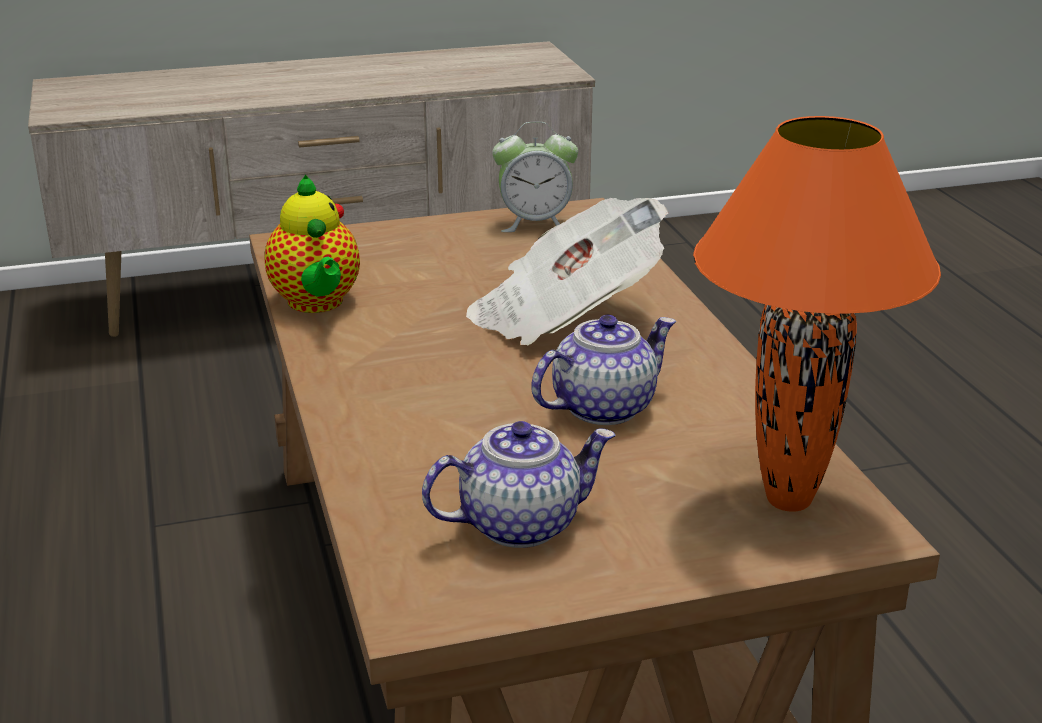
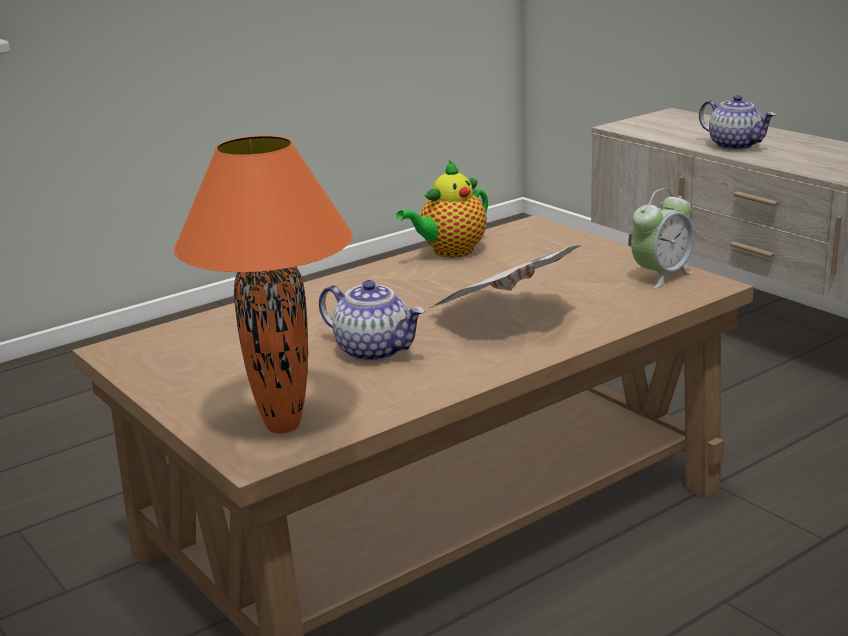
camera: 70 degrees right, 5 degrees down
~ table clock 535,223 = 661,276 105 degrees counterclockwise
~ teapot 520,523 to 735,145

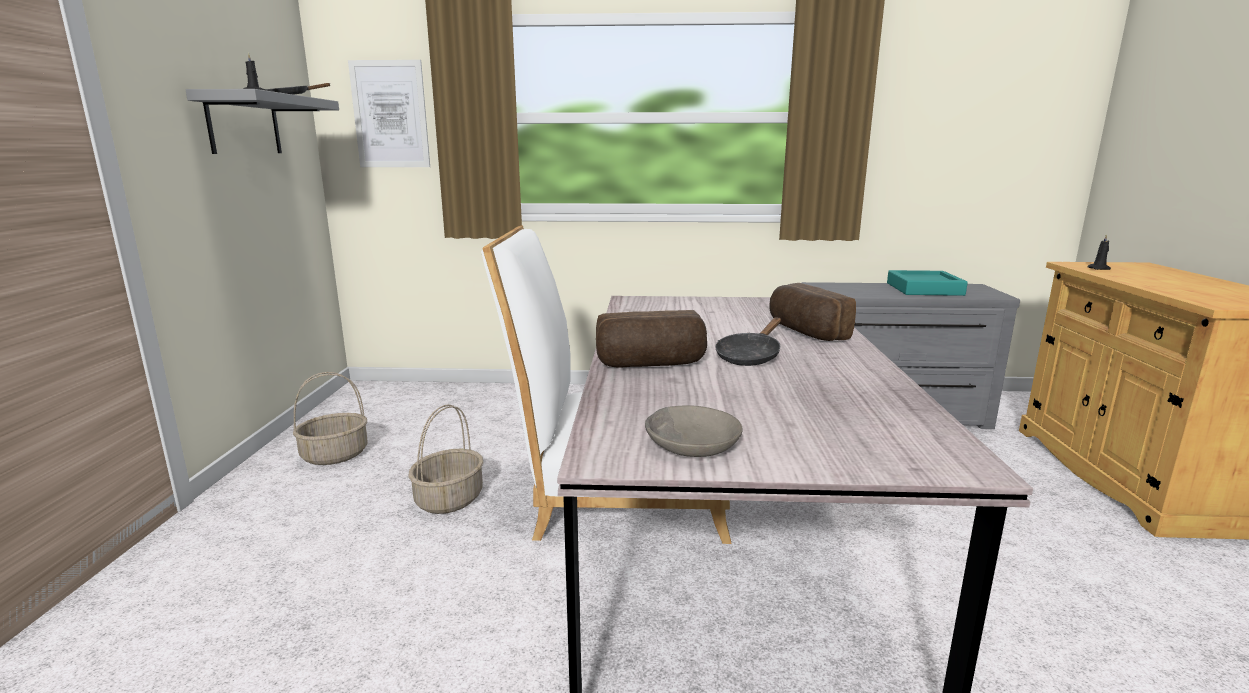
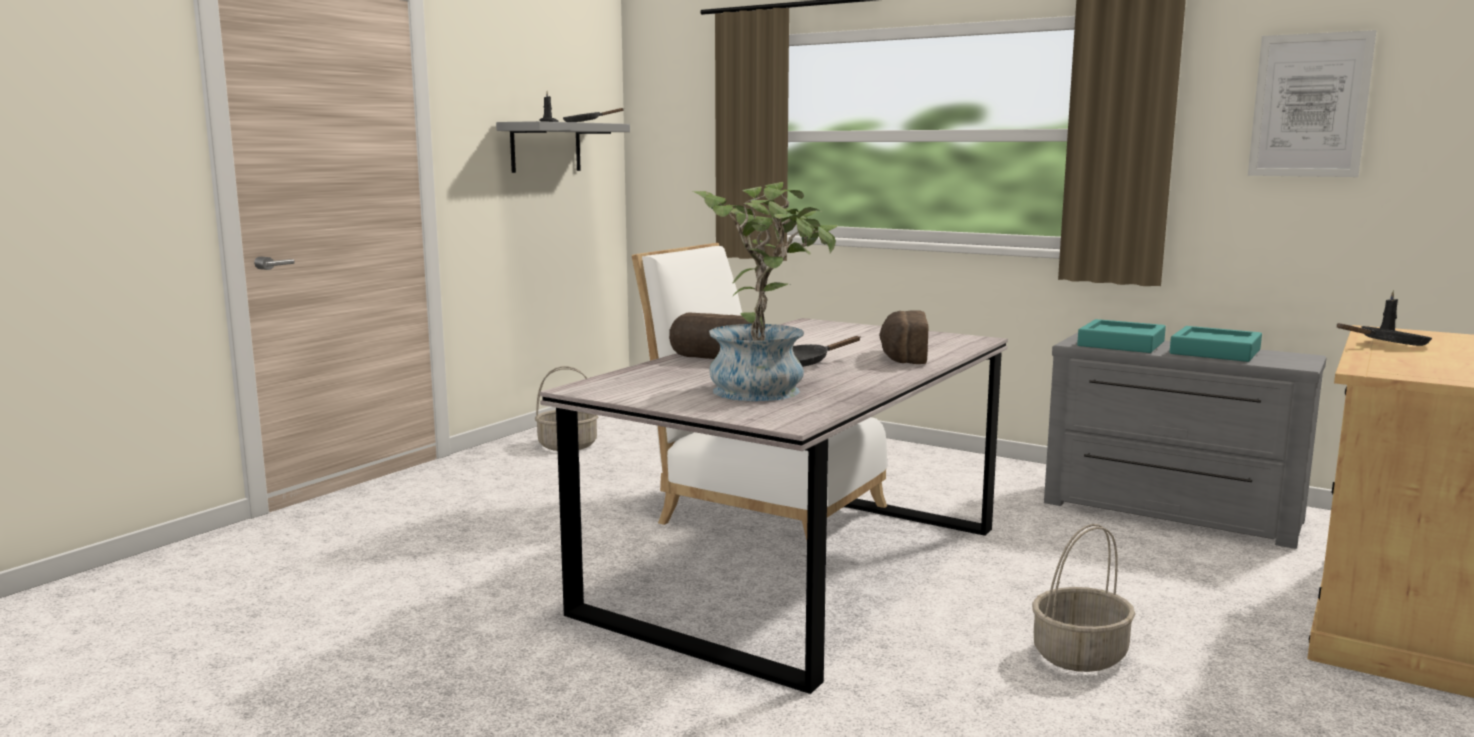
camera: 30 degrees right, 5 degrees down
+ potted plant 766,388
~ storage basket 449,499 to 1079,655
+ turquoise carrying tray 1121,344
~ wall picture 390,114 to 1309,105
+ black-coloured pan 1388,345
- gray serving bowl 691,444

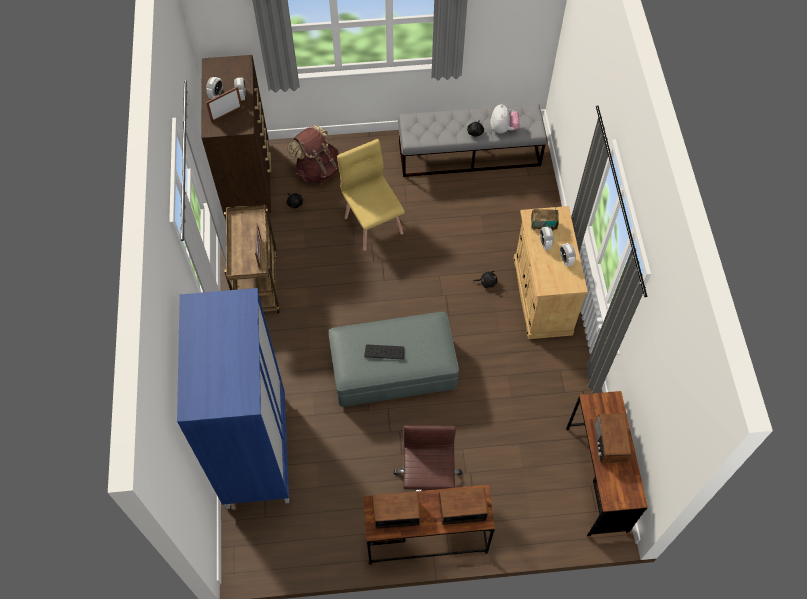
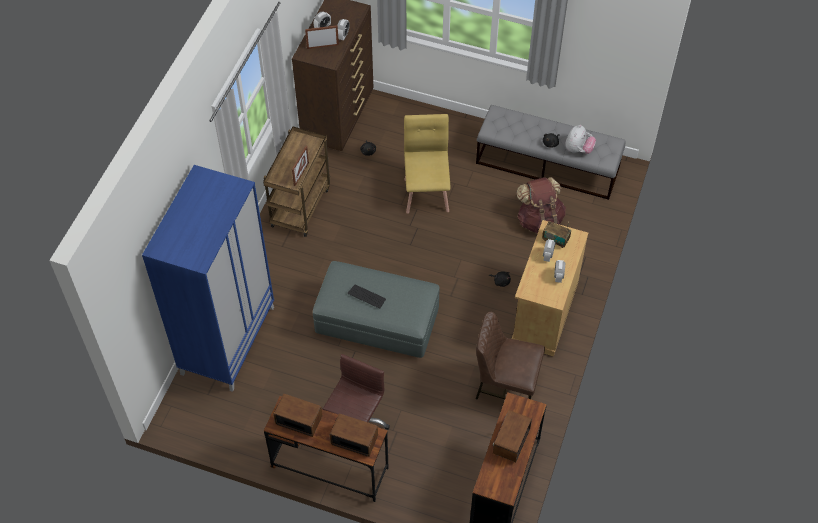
camera: 25 degrees right, 5 degrees down
+ brownish upright chair 505,385
~ brownish rucksack 317,170 to 539,220

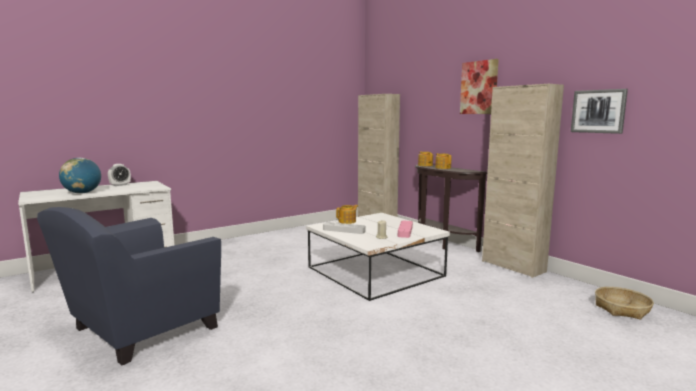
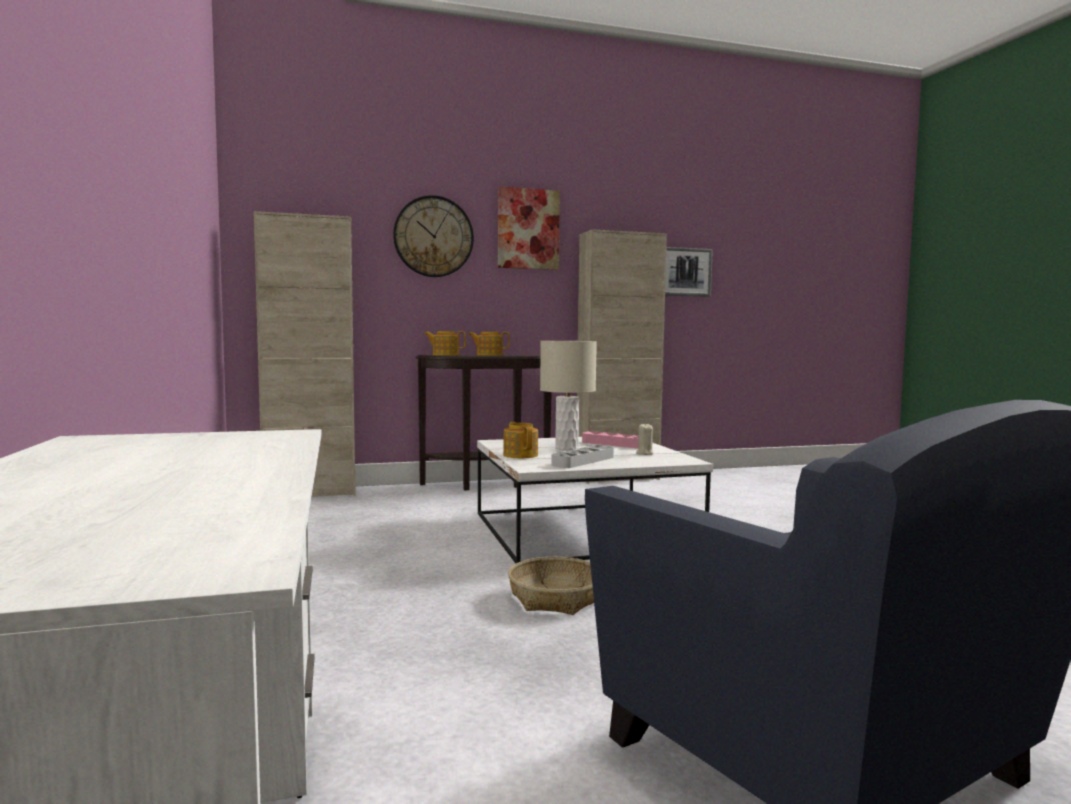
camera: 70 degrees left, 5 degrees down
+ clock on the wall 433,236
~ storage basket 622,309 to 556,598
+ beige table lamp 566,448
- desk globe 82,193
- table clock 120,185

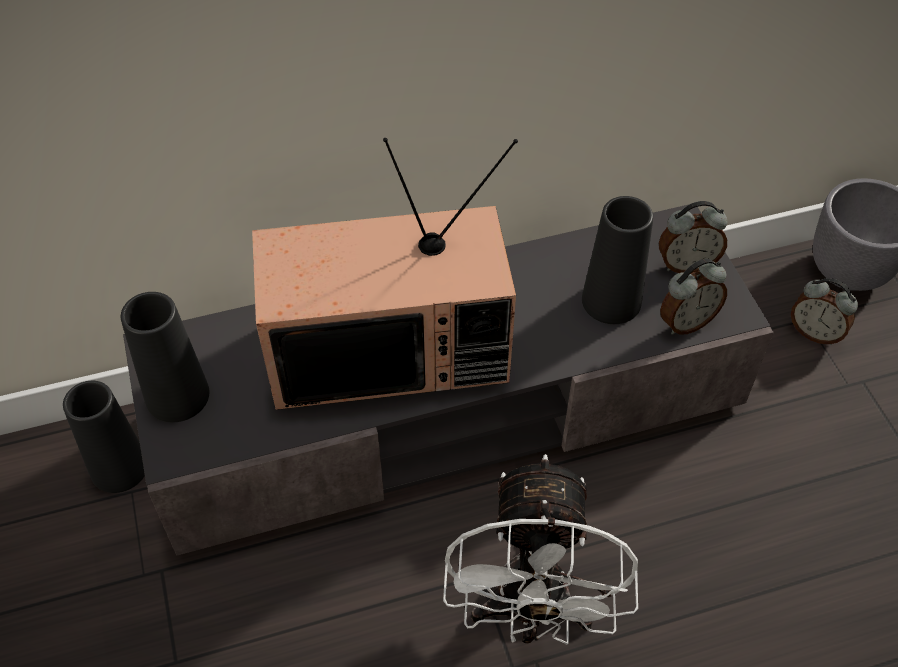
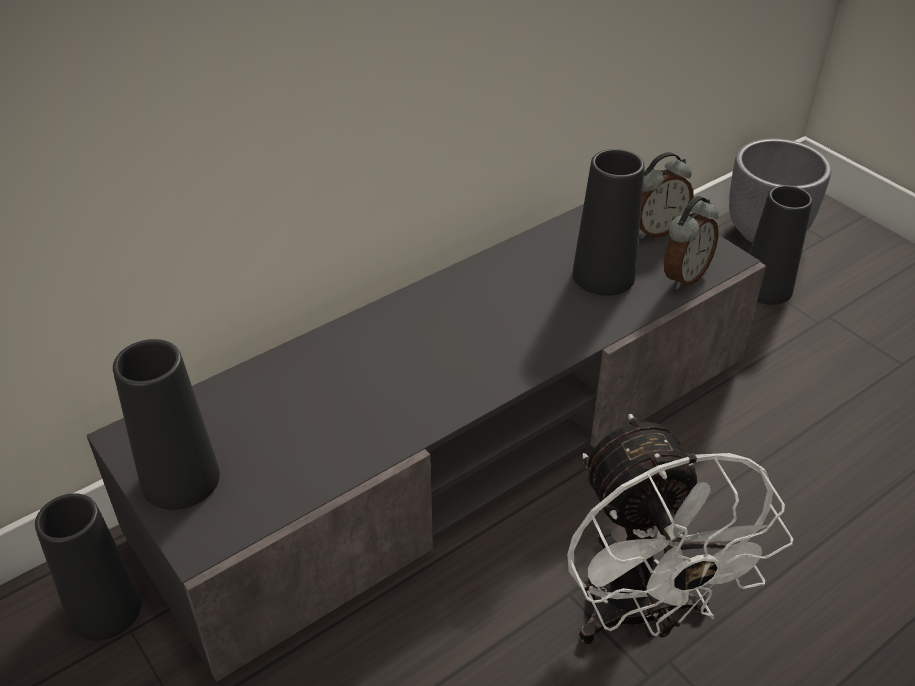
camera: 20 degrees left, 10 degrees down
~ table clock 815,333 to black-coloured flower vase 766,288
- TV 390,347

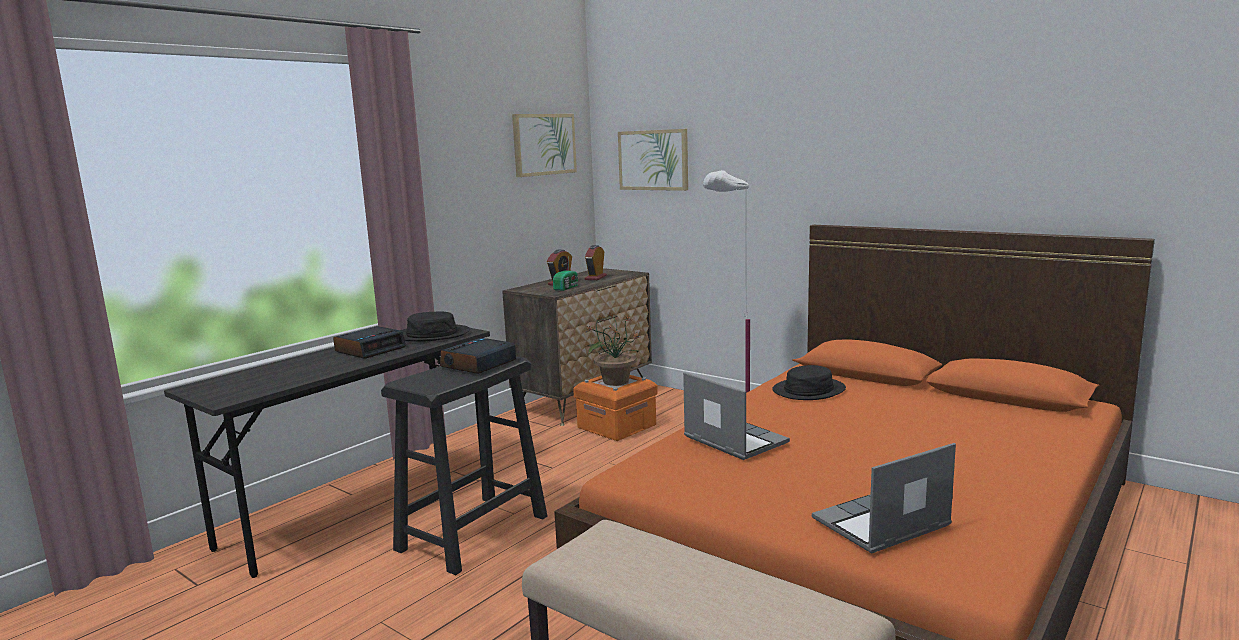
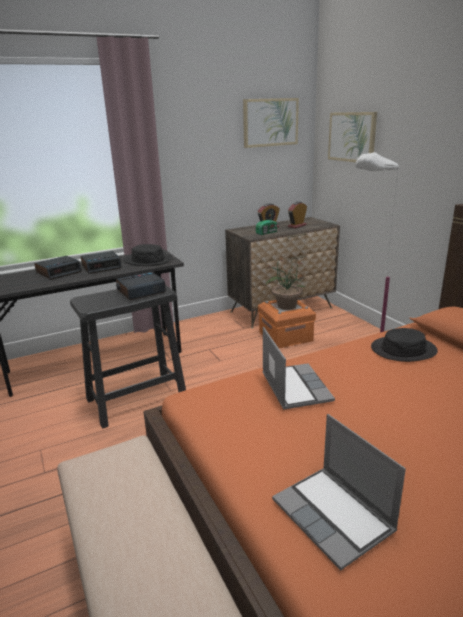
camera: 25 degrees right, 10 degrees up
+ table clock 59,272
~ notebook computer 881,524 = 334,516 120 degrees counterclockwise

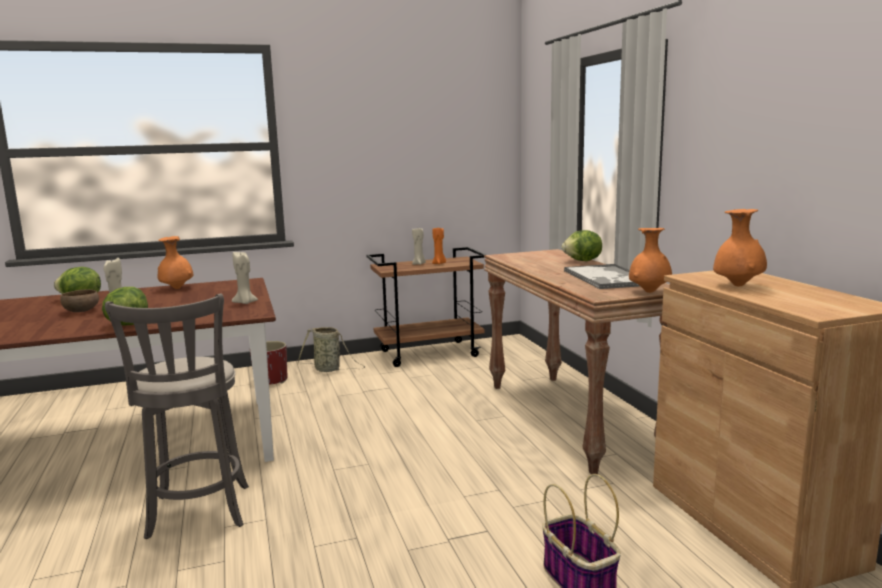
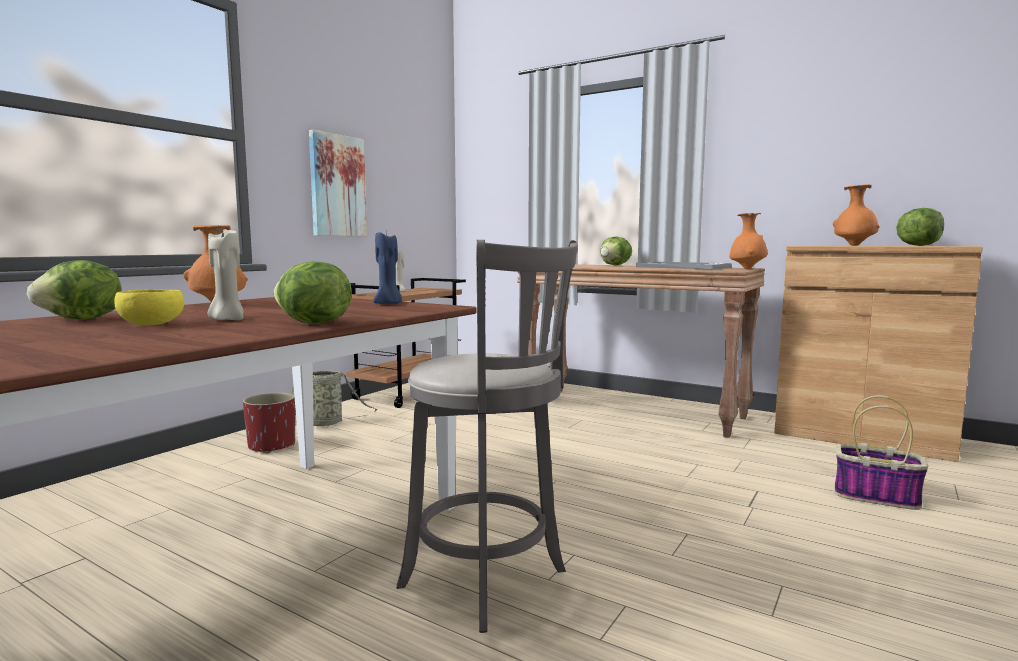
camera: 40 degrees left, 5 degrees down
~ brownish serving bowl 82,311 to yellow-coloured serving bowl 151,324
+ wall picture 337,186
~ beige candle 245,303 to blue candle 388,304
+ head of lettuce 918,245
- orange candle 439,263

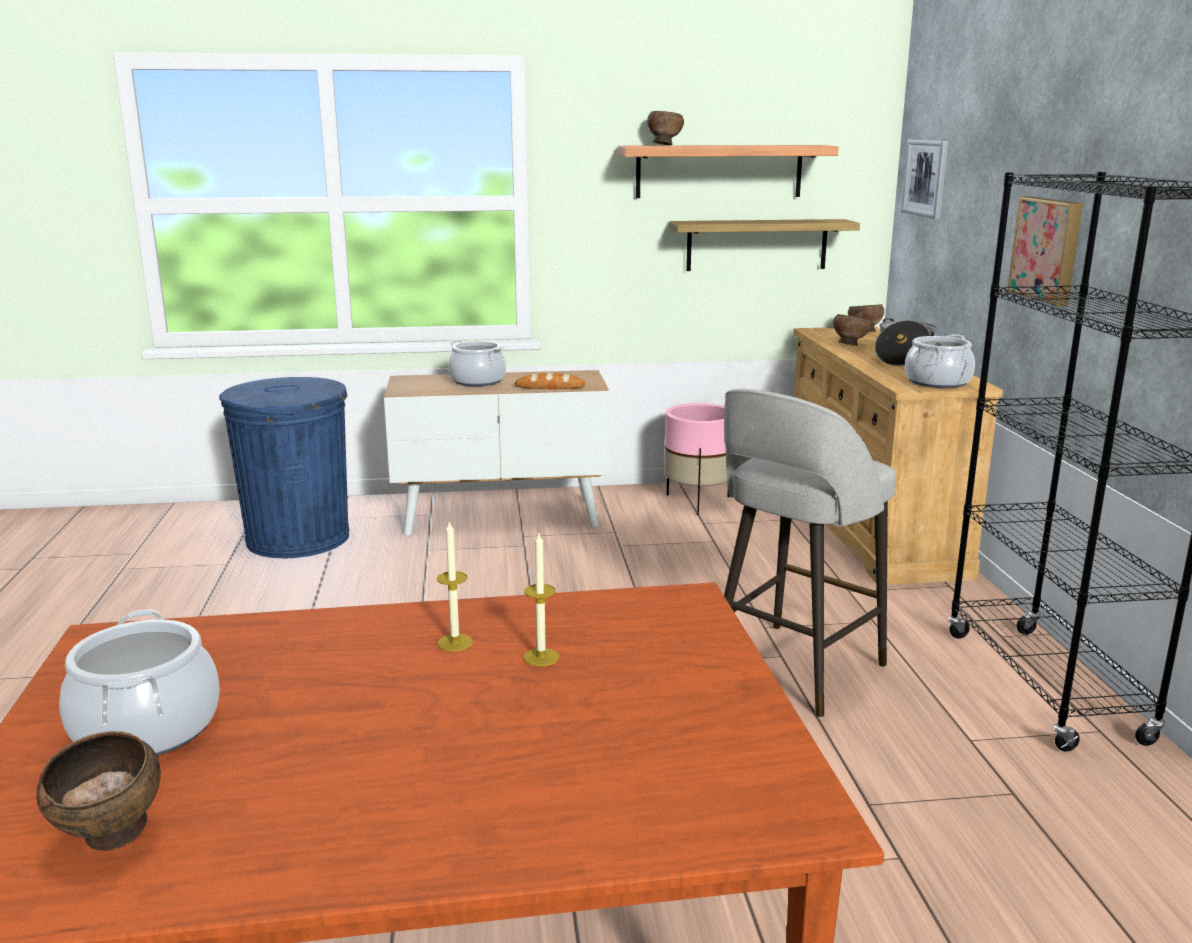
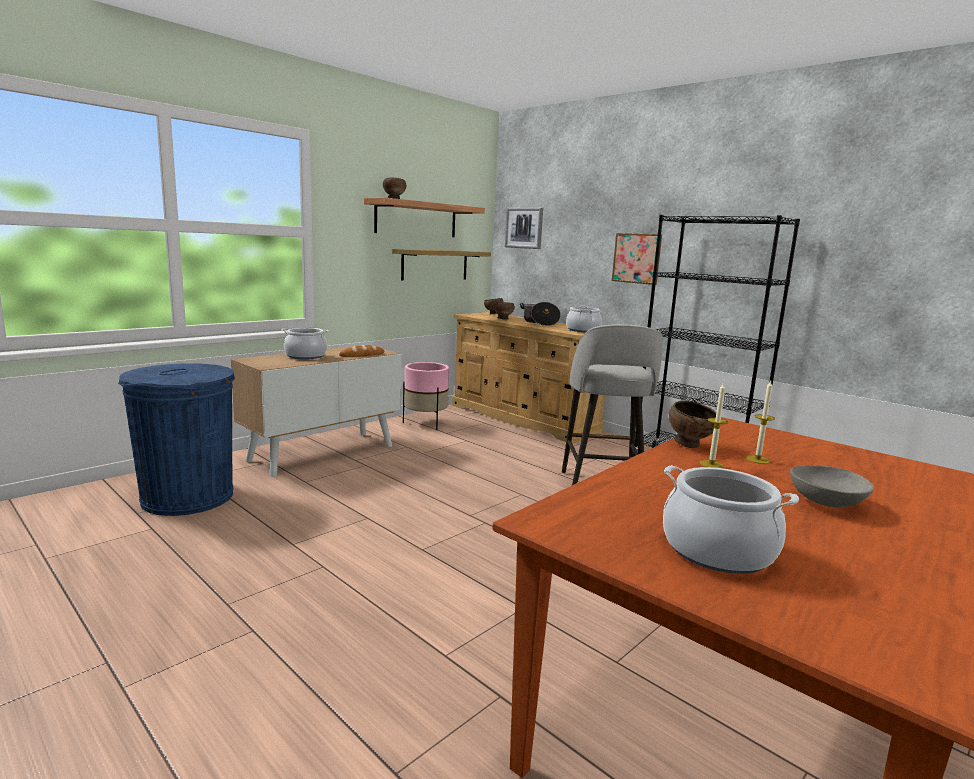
camera: 40 degrees left, 5 degrees down
~ brownish serving bowl 112,839 to 690,445
+ gray serving bowl 825,502

